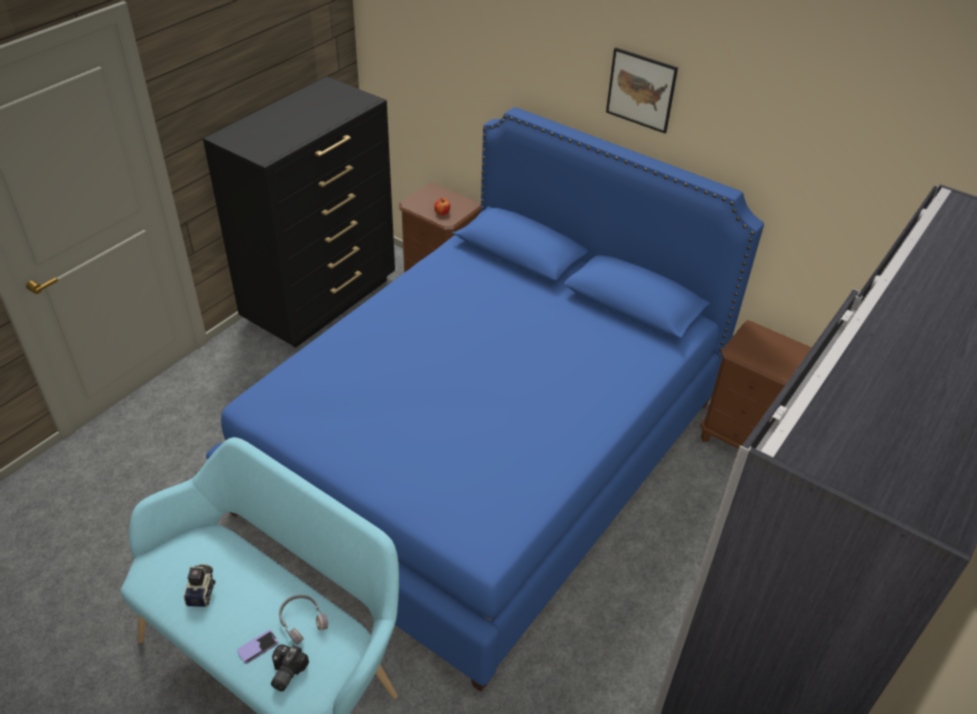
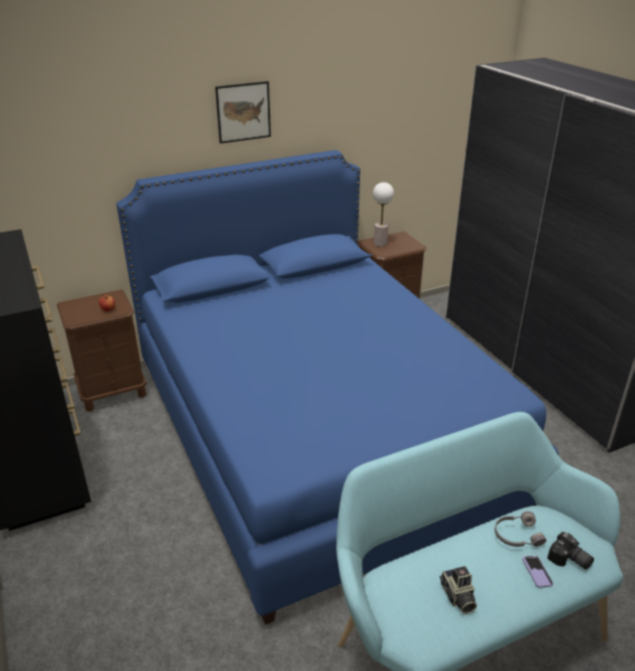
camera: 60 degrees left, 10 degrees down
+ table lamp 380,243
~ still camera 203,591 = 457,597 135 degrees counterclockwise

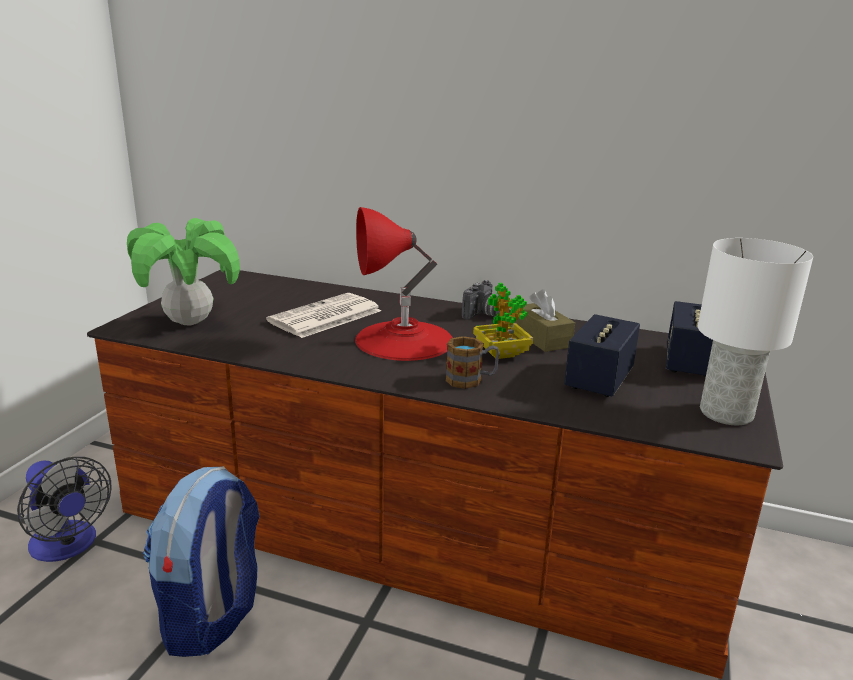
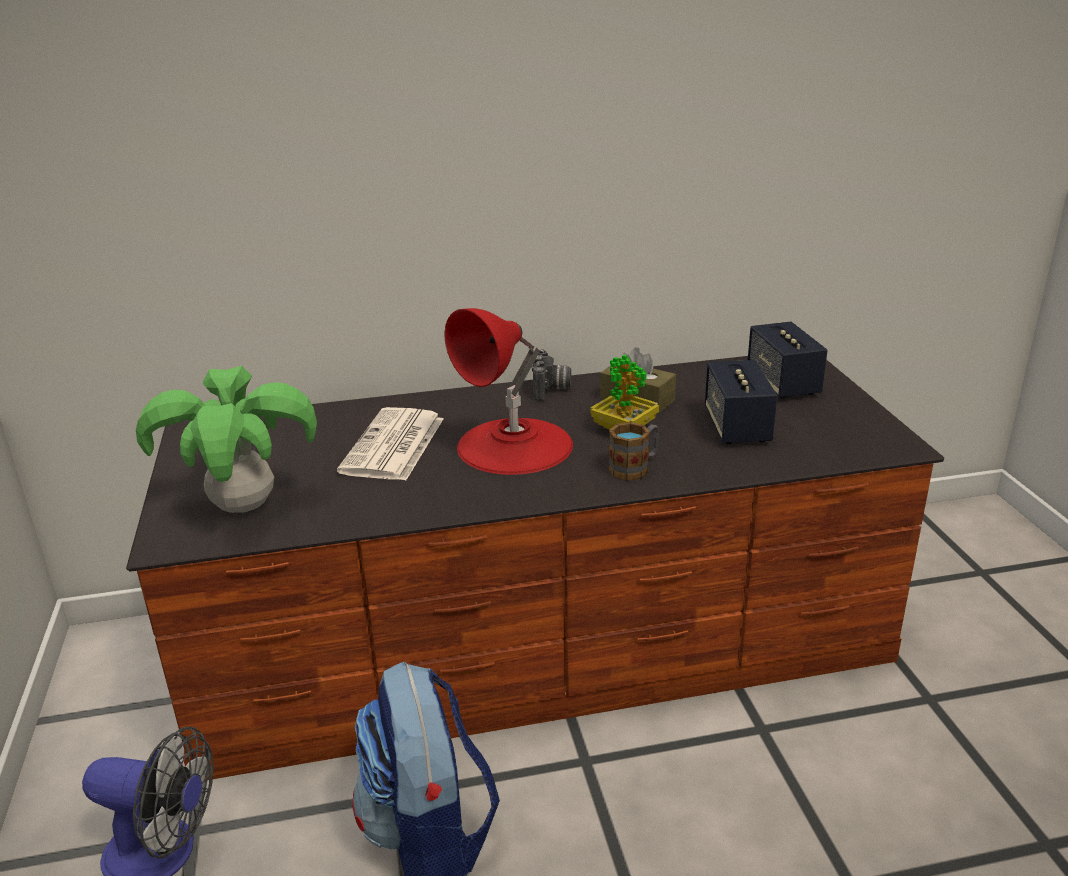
camera: 30 degrees left, 5 degrees up
- whitish table lamp 728,414

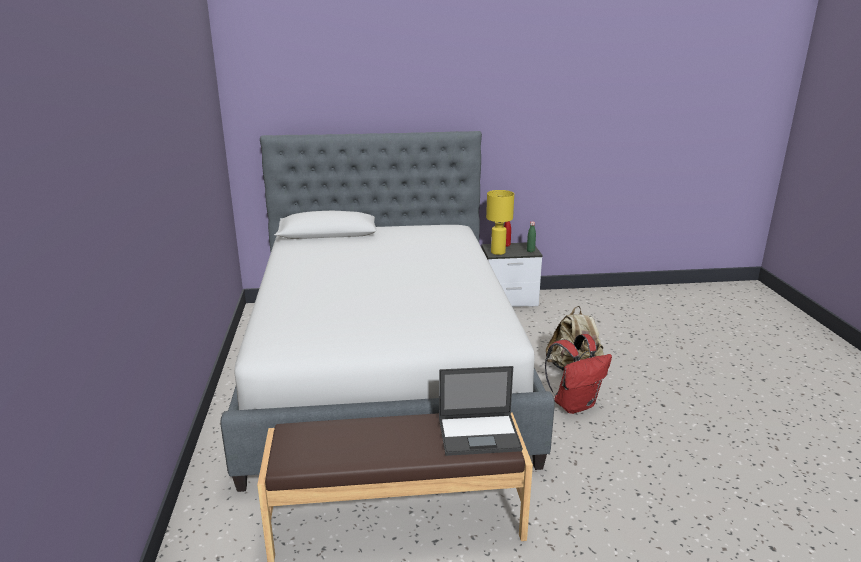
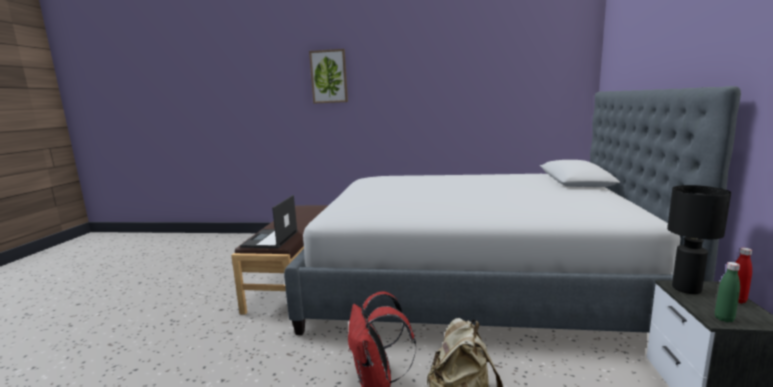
camera: 105 degrees right, 10 degrees down
+ wall picture 329,76
~ yellow-coloured table lamp 497,252 to black-coloured table lamp 686,288

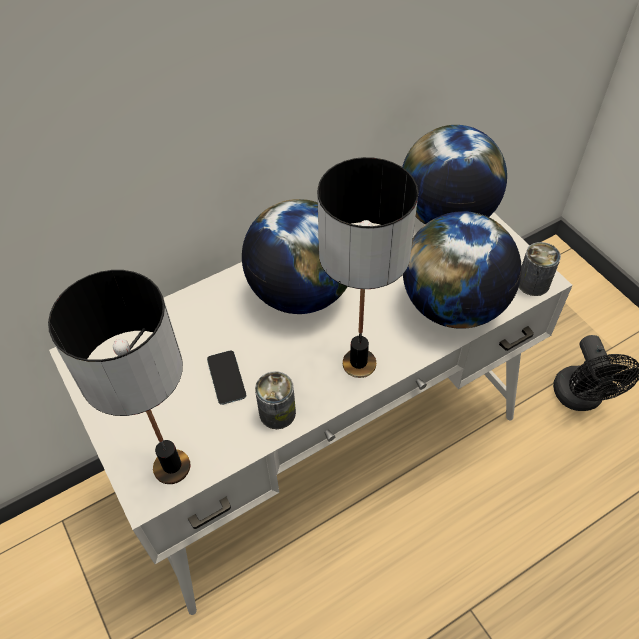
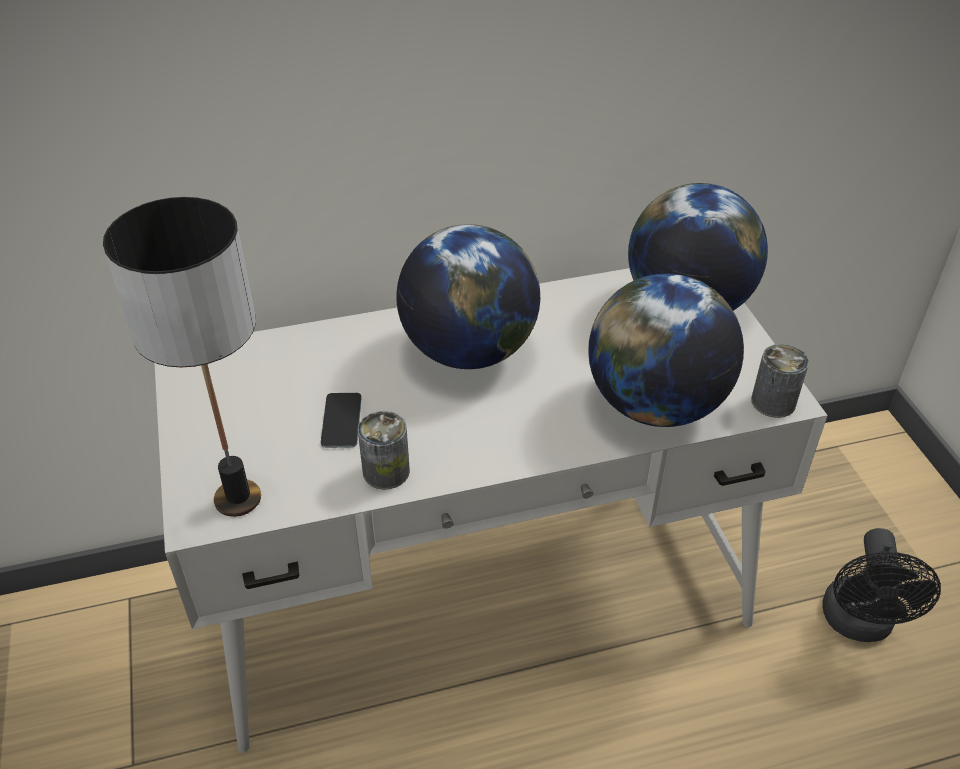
camera: 15 degrees right, 10 degrees down
- table lamp 359,363

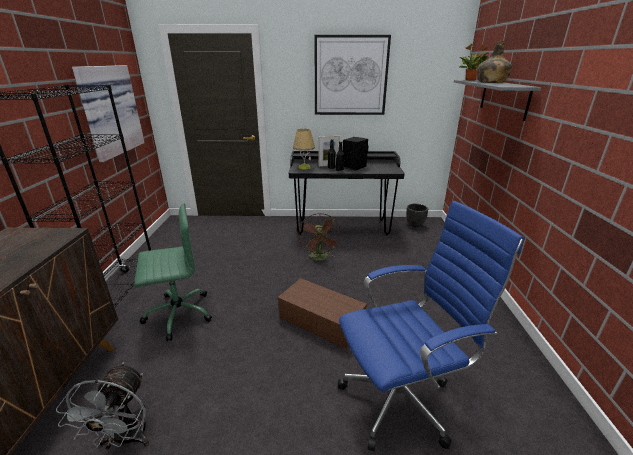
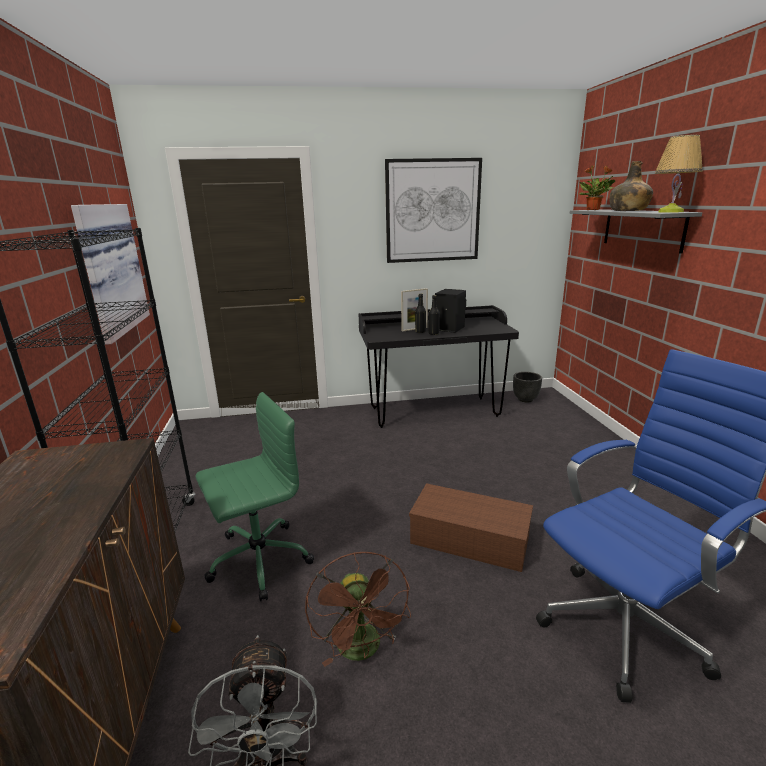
camera: 10 degrees left, 5 degrees down
~ brownish electric fan 320,258 to 362,650
~ table lamp 304,167 to 670,212

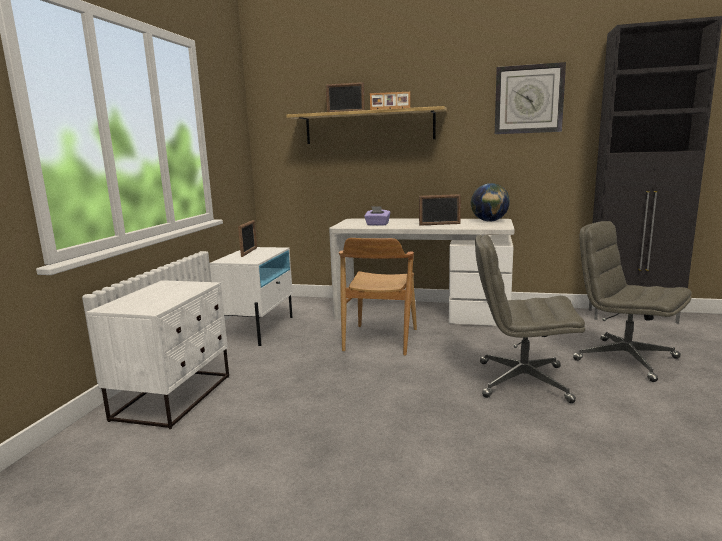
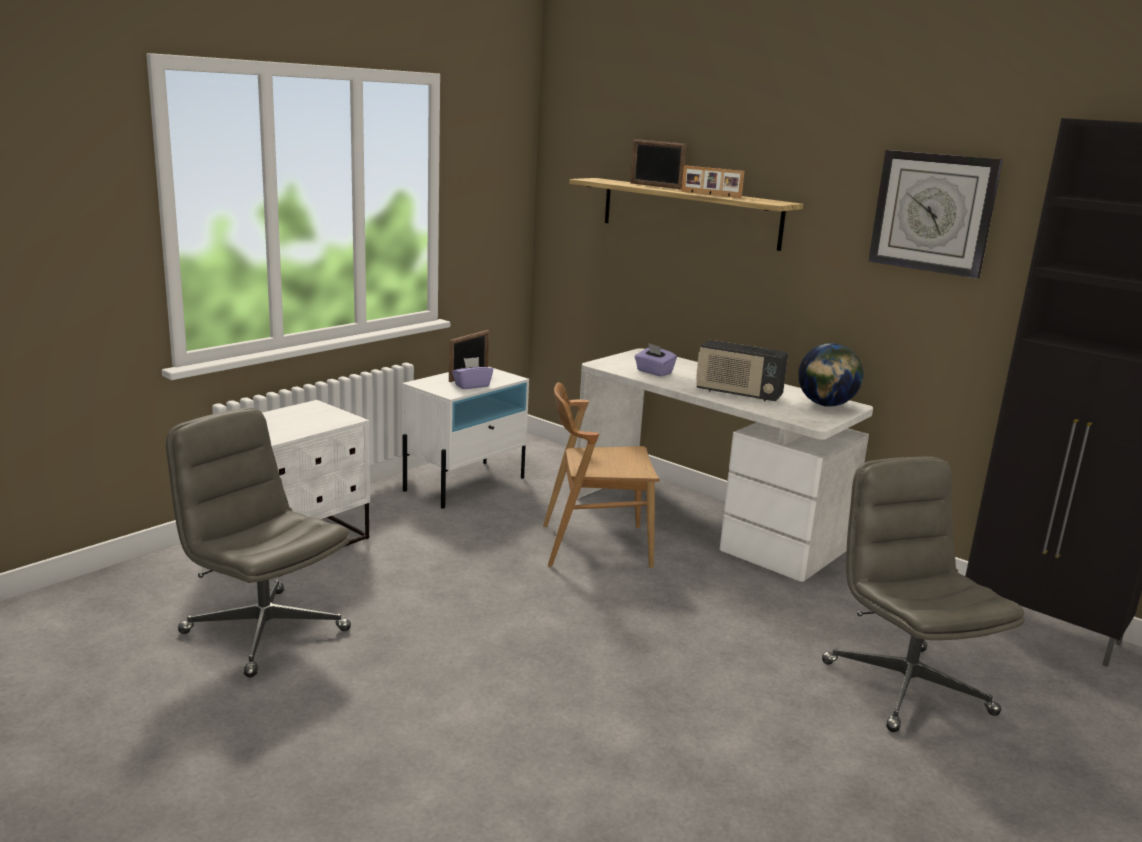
camera: 25 degrees right, 5 degrees up
~ gray desk chair 521,381 to 264,631
+ purplish tissue box 472,385
~ brownish upright chair 380,340 = 595,546 45 degrees clockwise
~ picture frame 439,224 to radio receiver 738,394

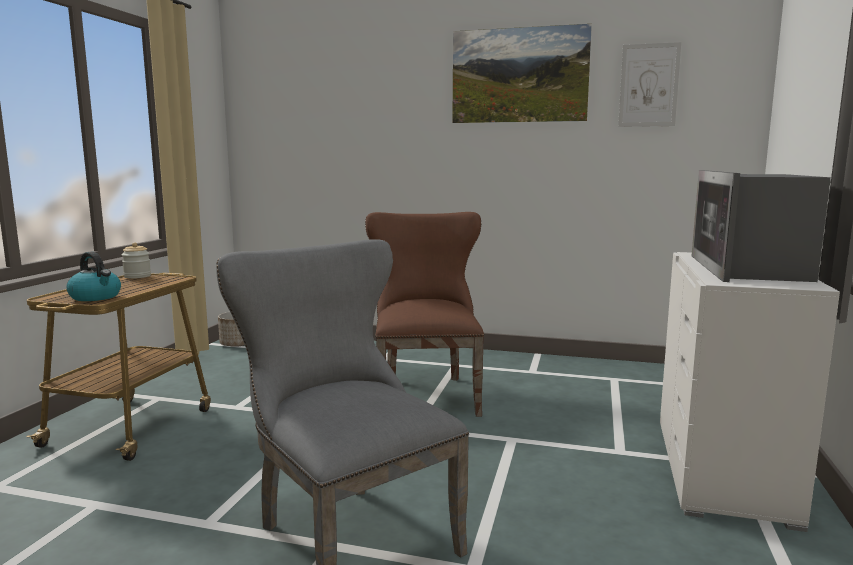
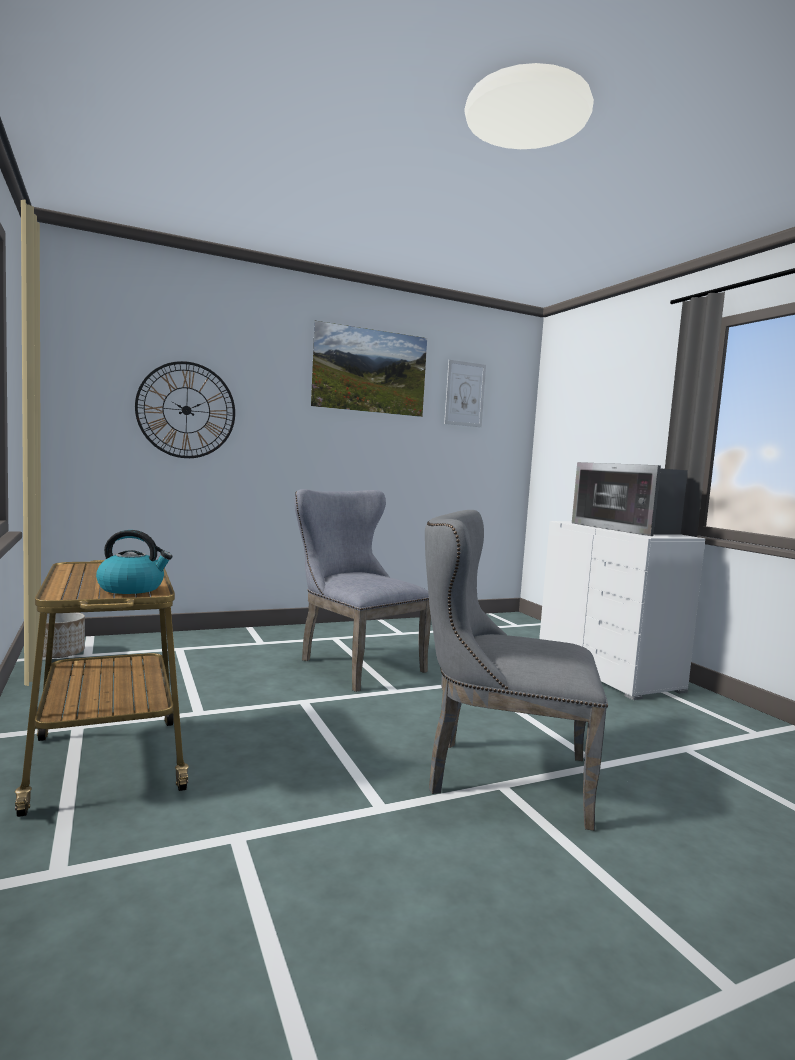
camera: 40 degrees left, 5 degrees down
+ clock on the wall 186,410
~ brownish upright chair 425,393 to gray upright chair 354,664
- preserve jar 137,276

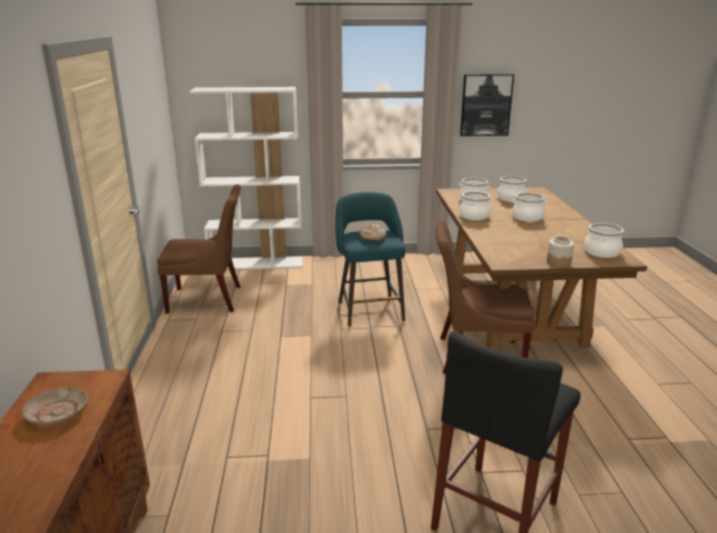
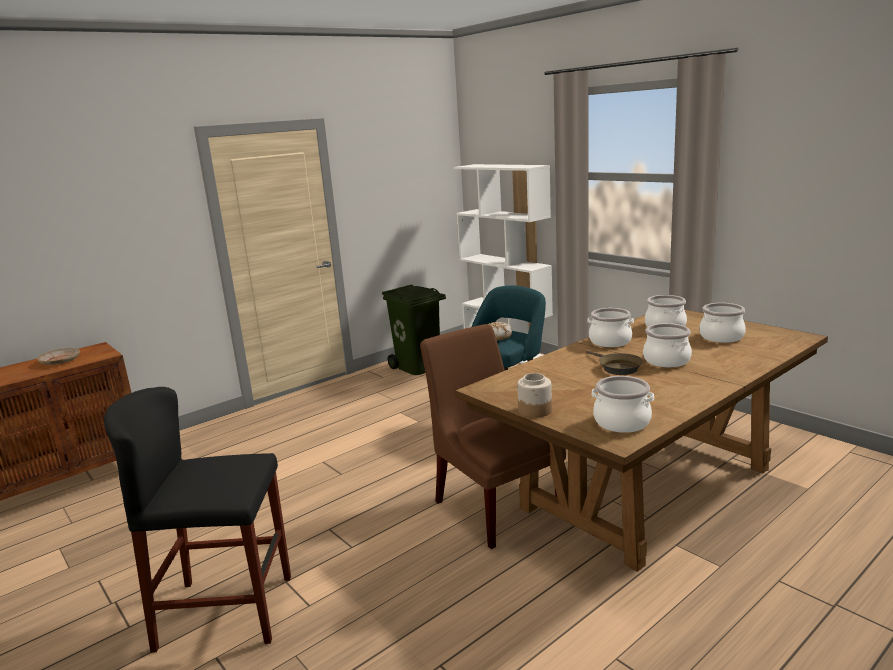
camera: 55 degrees right, 5 degrees down
~ brownish upright chair 208,299 to green-coloured rubbish bin 418,367
+ brownish pan 617,368
- wall picture 486,105

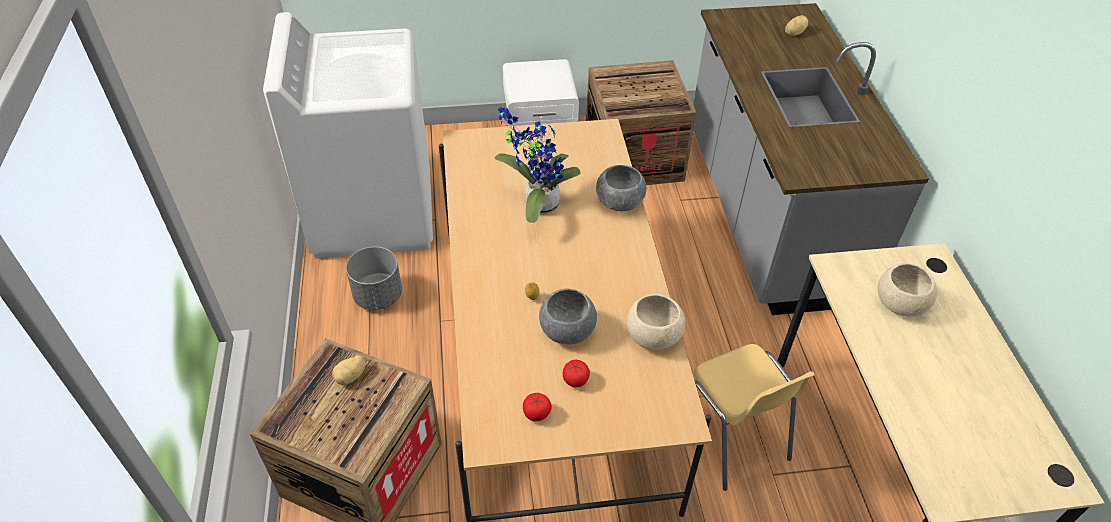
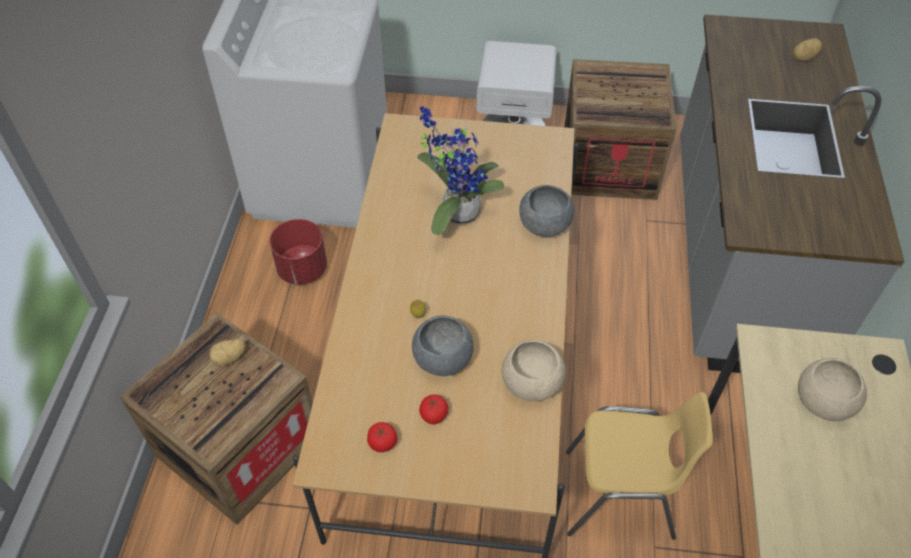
camera: 15 degrees right, 5 degrees up
~ gray flower pot 377,296 to reddish flower pot 302,269
~ yellow-coloured upright chair 730,437 = 620,496 75 degrees counterclockwise

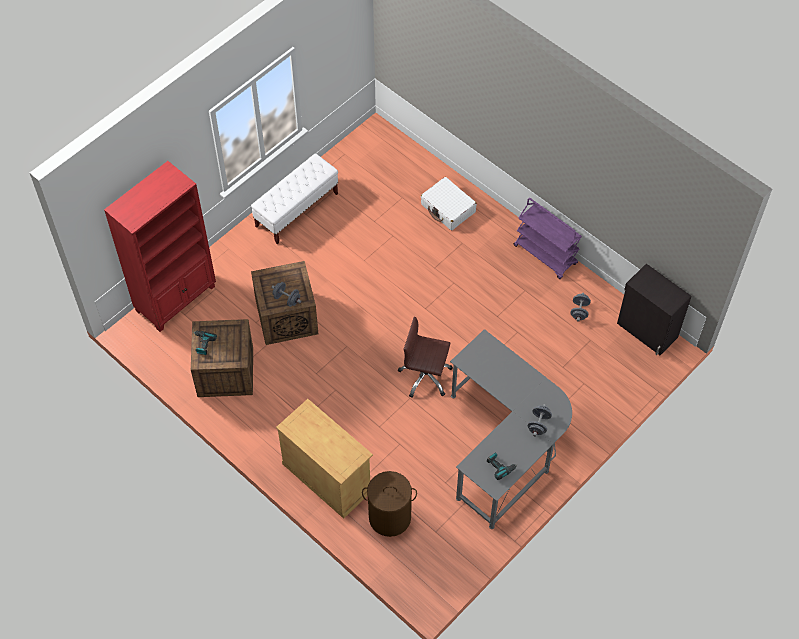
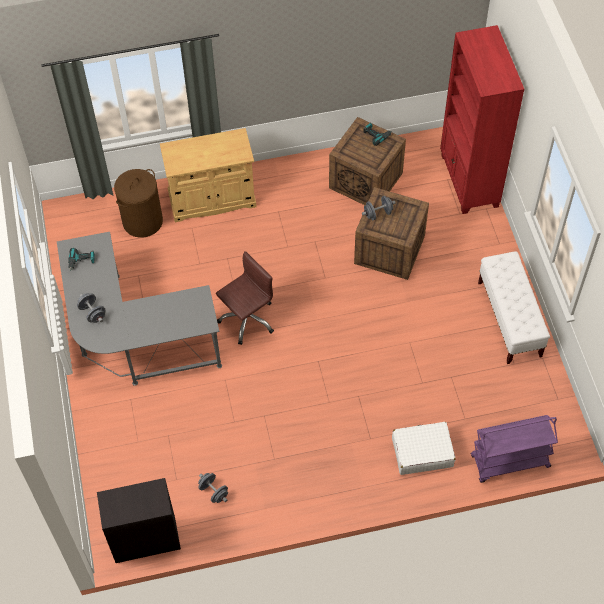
camera: 125 degrees right, 0 degrees up
~ purplish wheeled cart 545,255 to 509,462

